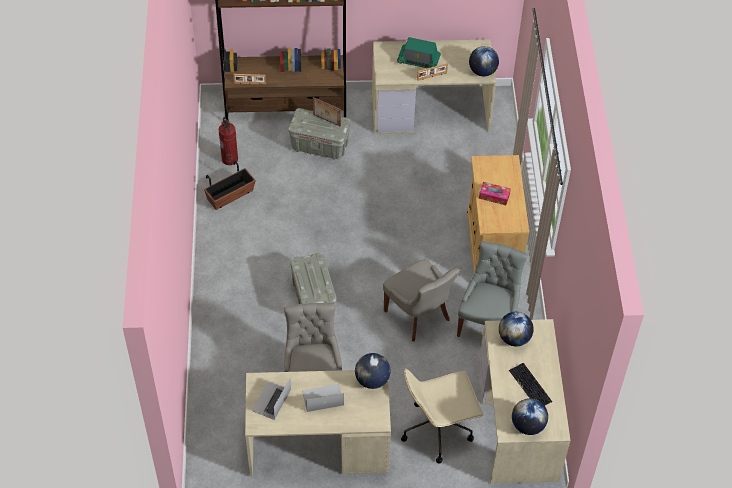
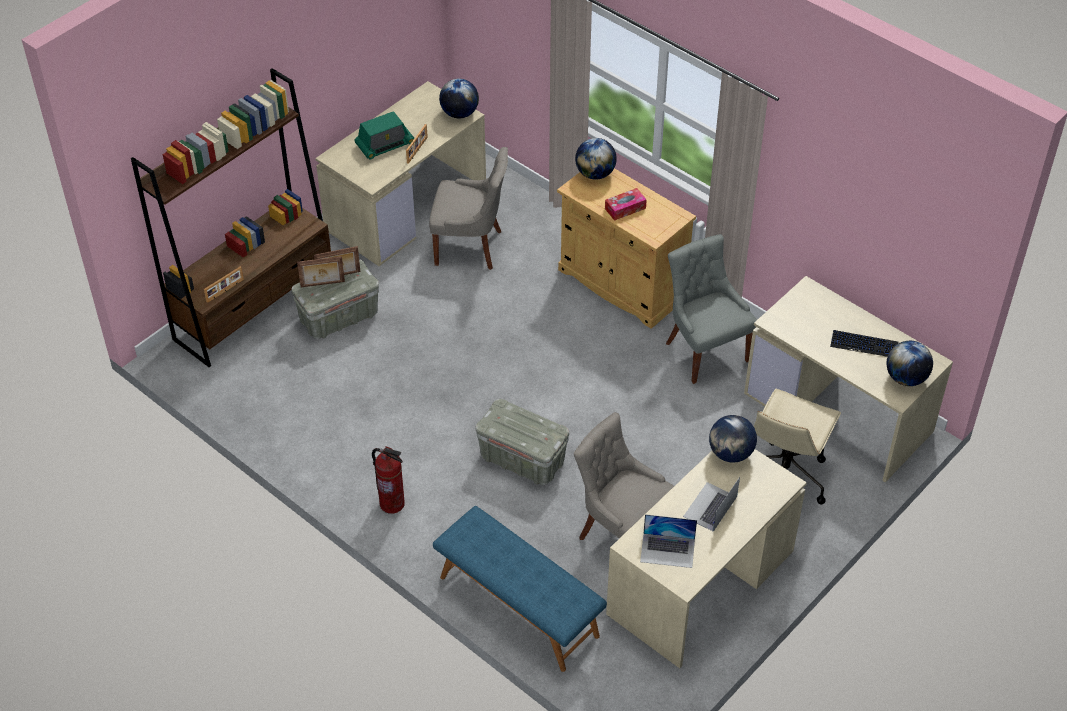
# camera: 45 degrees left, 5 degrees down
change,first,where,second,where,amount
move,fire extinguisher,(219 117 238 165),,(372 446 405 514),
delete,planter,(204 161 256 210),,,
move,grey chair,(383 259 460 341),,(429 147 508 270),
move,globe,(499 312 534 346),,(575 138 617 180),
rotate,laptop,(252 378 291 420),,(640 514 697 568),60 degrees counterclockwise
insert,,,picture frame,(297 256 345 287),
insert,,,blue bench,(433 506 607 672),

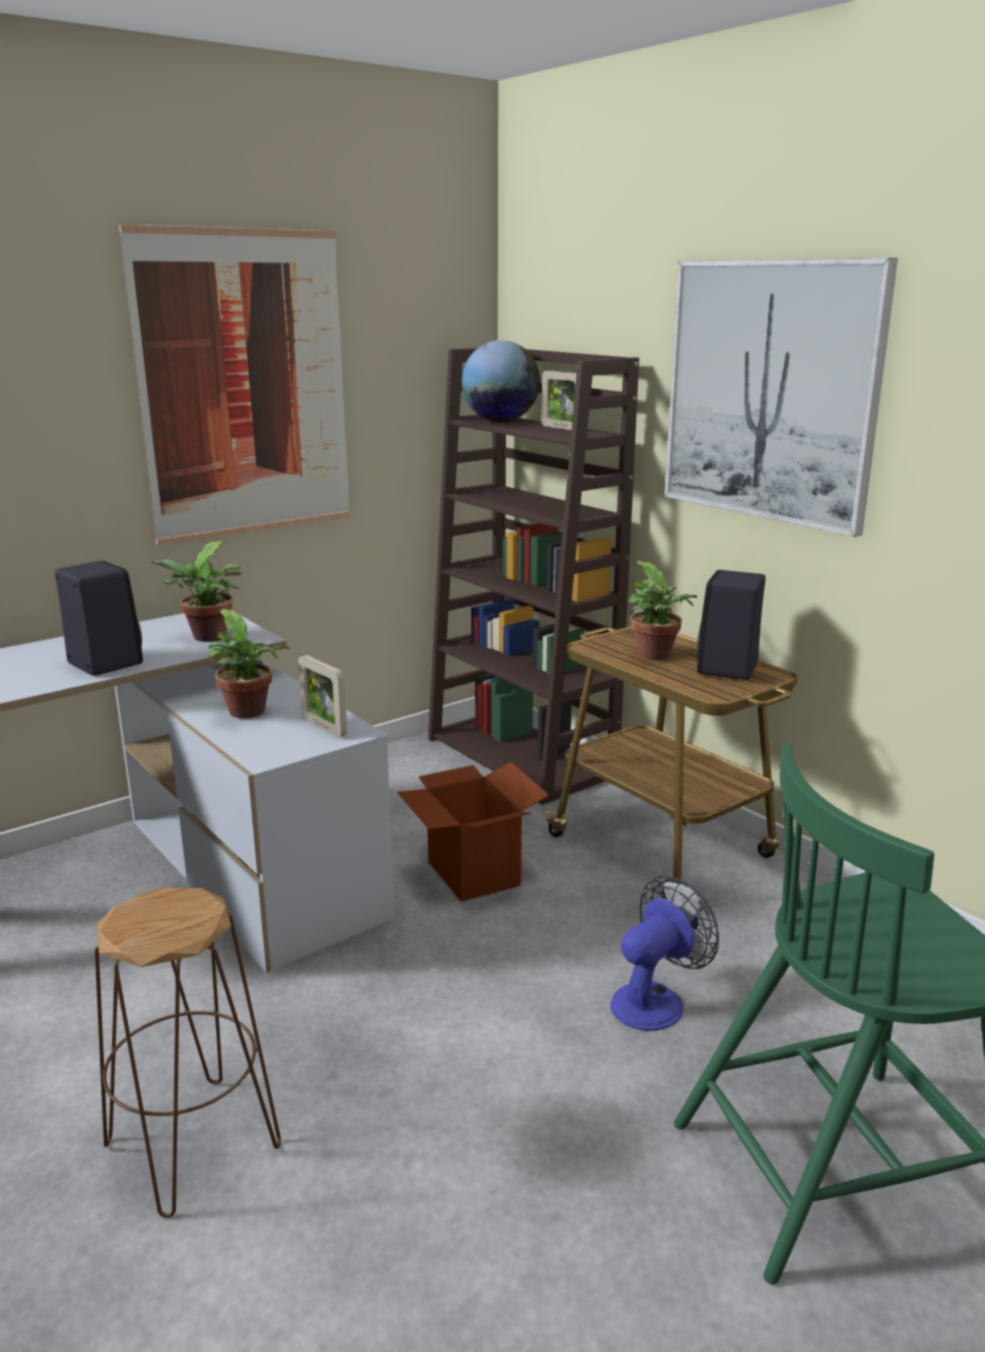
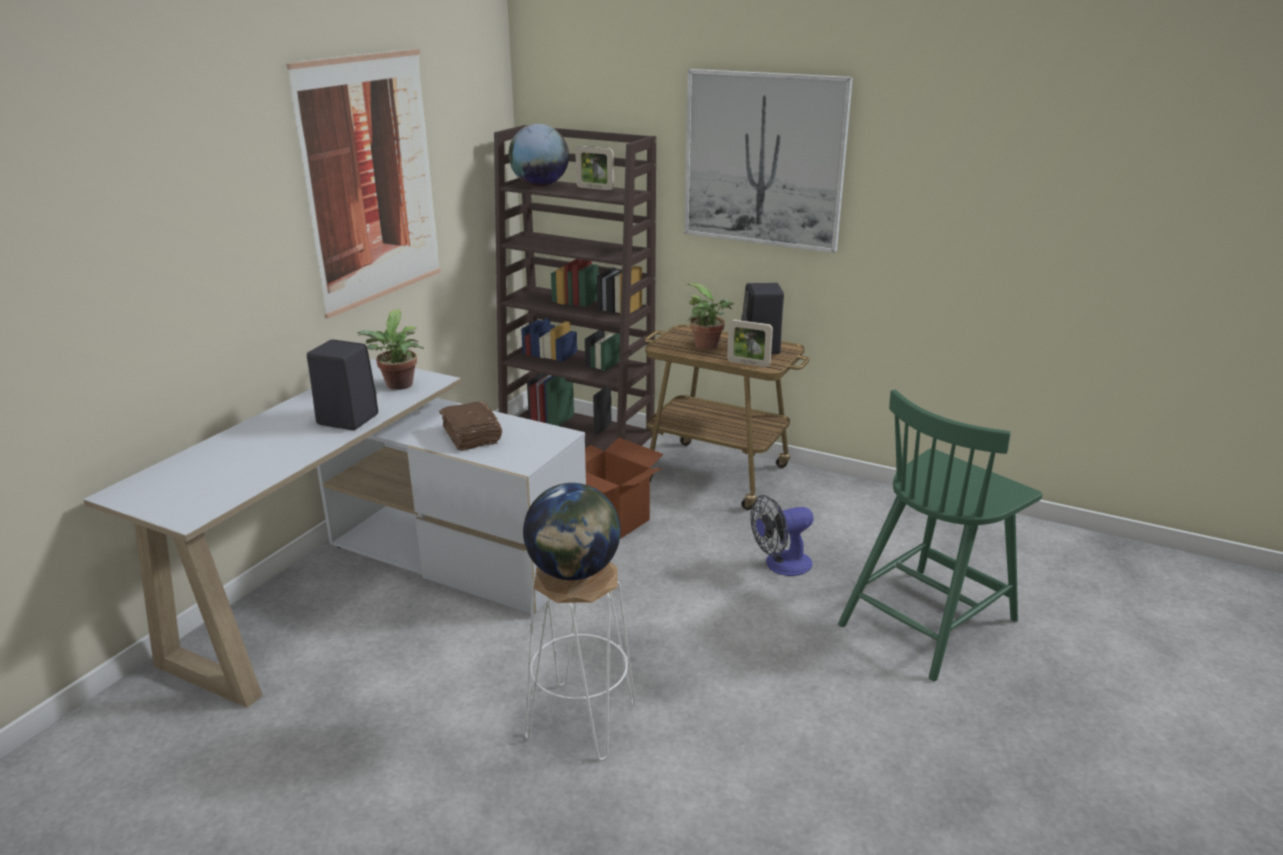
# camera: 25 degrees left, 5 degrees up
change,first,where,second,where,amount
replace,potted plant,(208 609 291 718),brown book,(439 401 502 451),
move,picture frame,(298 655 347 737),,(727 319 773 367),
rotate,fan,(610 876 719 1031),,(750 495 813 576),135 degrees counterclockwise
recolor,brown stool,(95 888 281 1218),white stool,(525 562 636 761),
insert,,,globe,(523 483 621 580),

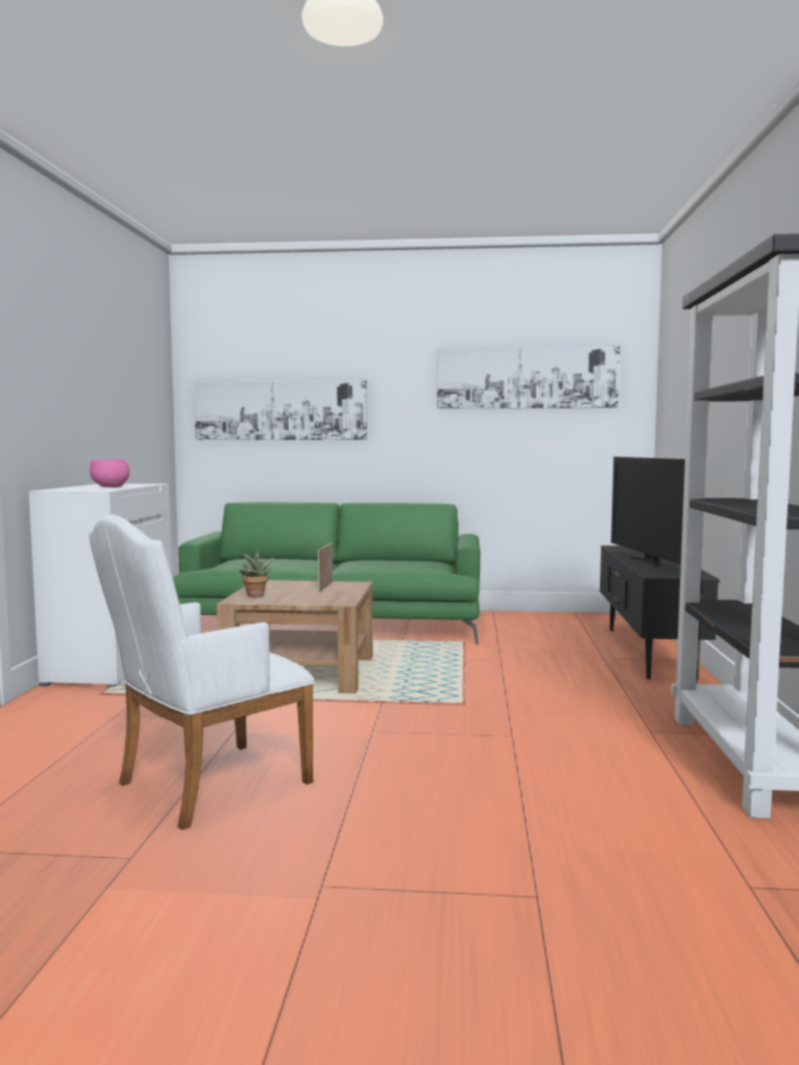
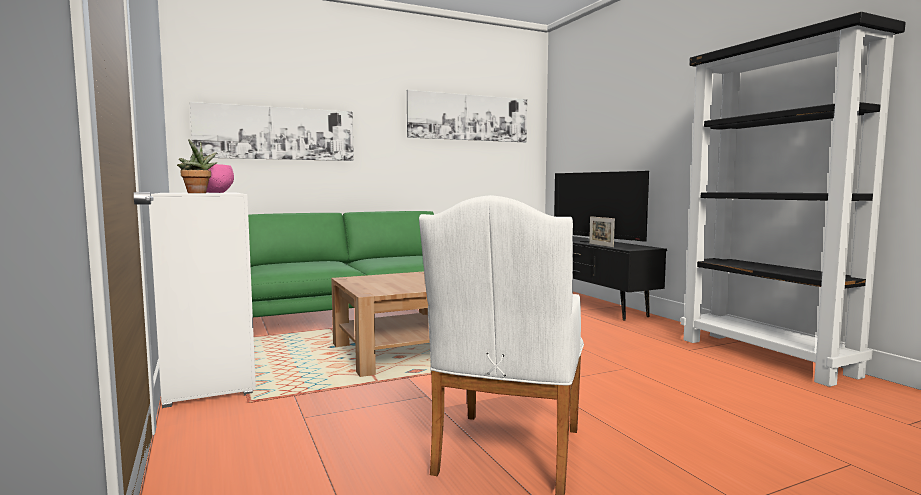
# camera: 30 degrees left, 0 degrees up
change,first,where,second,where,amount
move,picture frame,(318 543 333 592),,(589 216 615 247),
move,potted plant,(239 550 275 597),,(177 139 217 193),

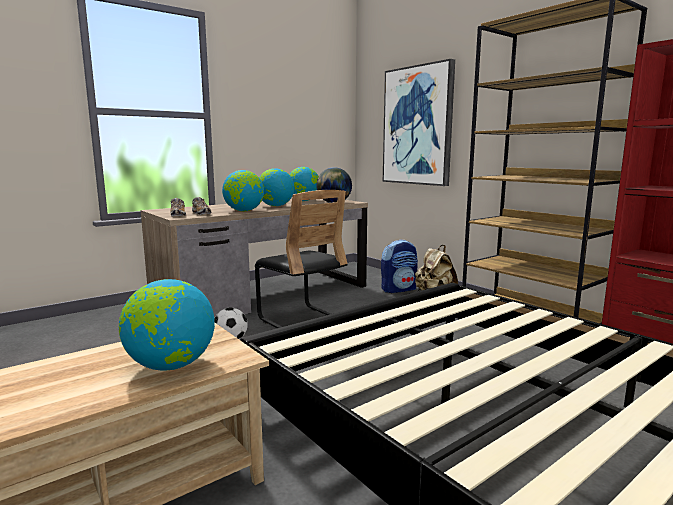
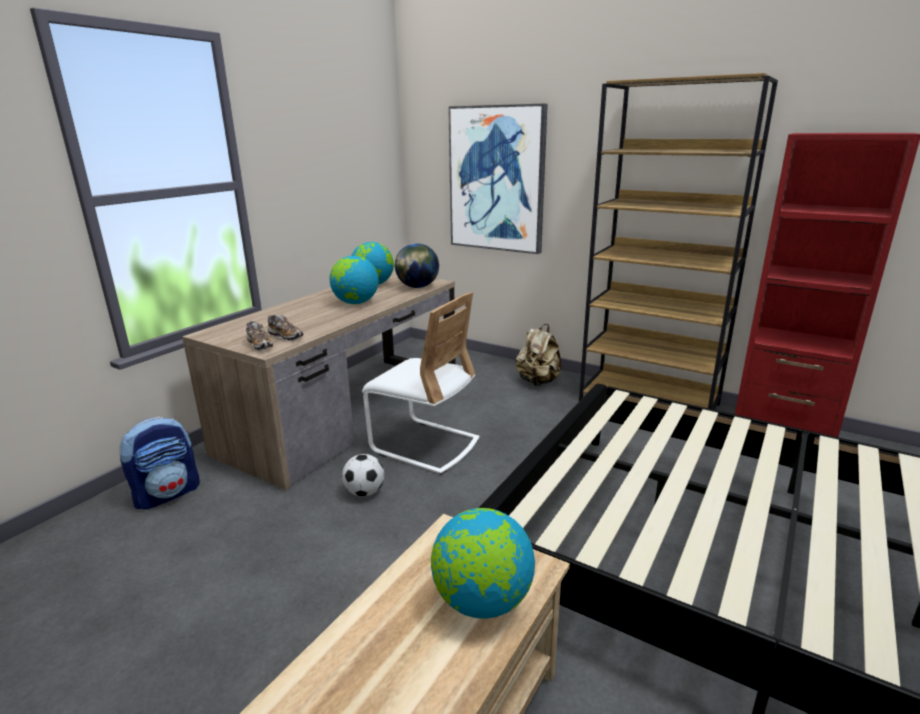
# camera: 20 degrees left, 10 degrees up
change,first,where,second,where,amount
delete,globe,(222 170 264 211),,,
recolor,black chair,(255 190 347 328),white chair,(362 292 480 475),
move,backpack,(381 240 418 293),,(120 417 200 510),

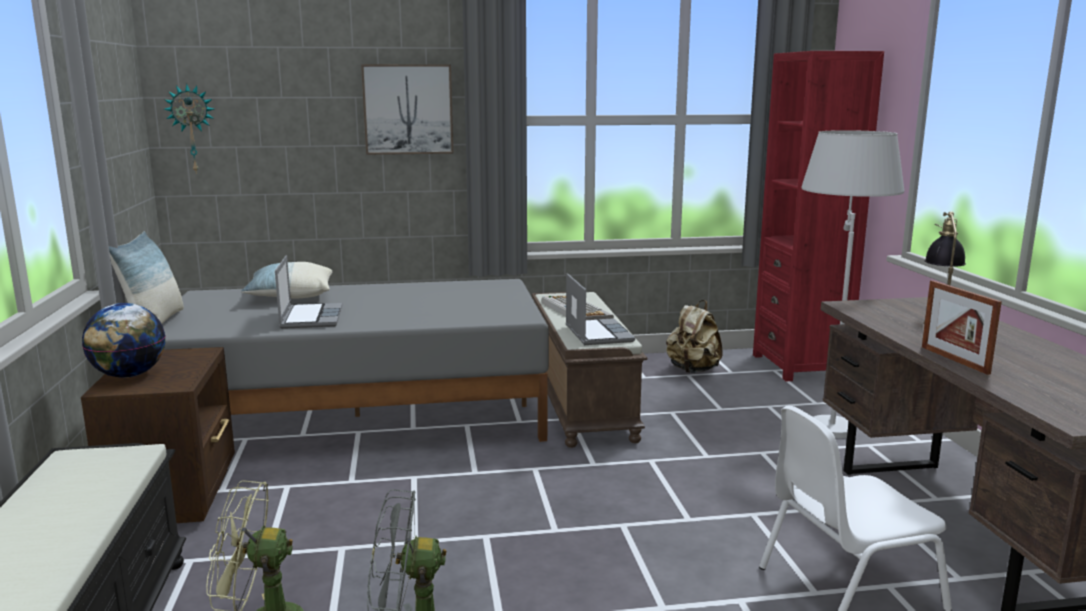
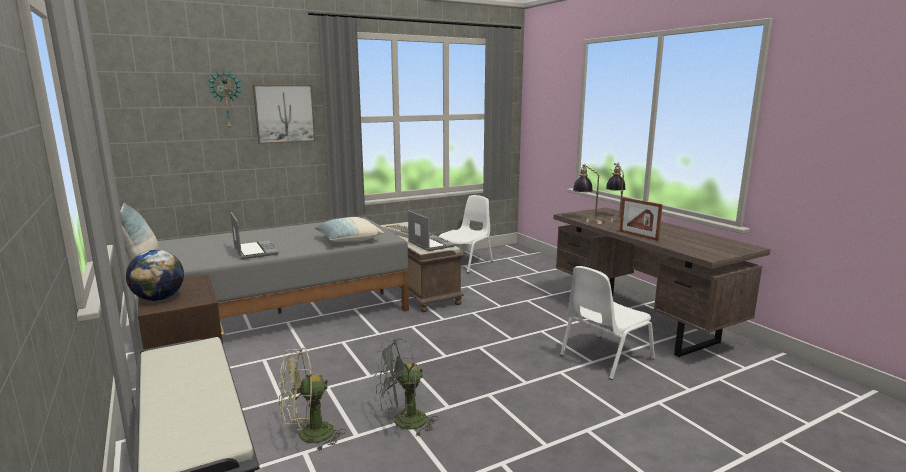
# camera: 20 degrees left, 0 degrees up
change,first,where,second,where,amount
delete,red bookcase,(753 51 884 382),,,
move,wall clock,(164 84 214 174),,(208 69 242 129),
delete,white floor lamp,(802 130 904 438),,,
move,pillow,(241 262 332 298),,(314 217 384 242),
replace,beige backpack,(666 300 723 373),white chair,(439 195 493 273),
insert,,,table lamp,(573 164 605 224),

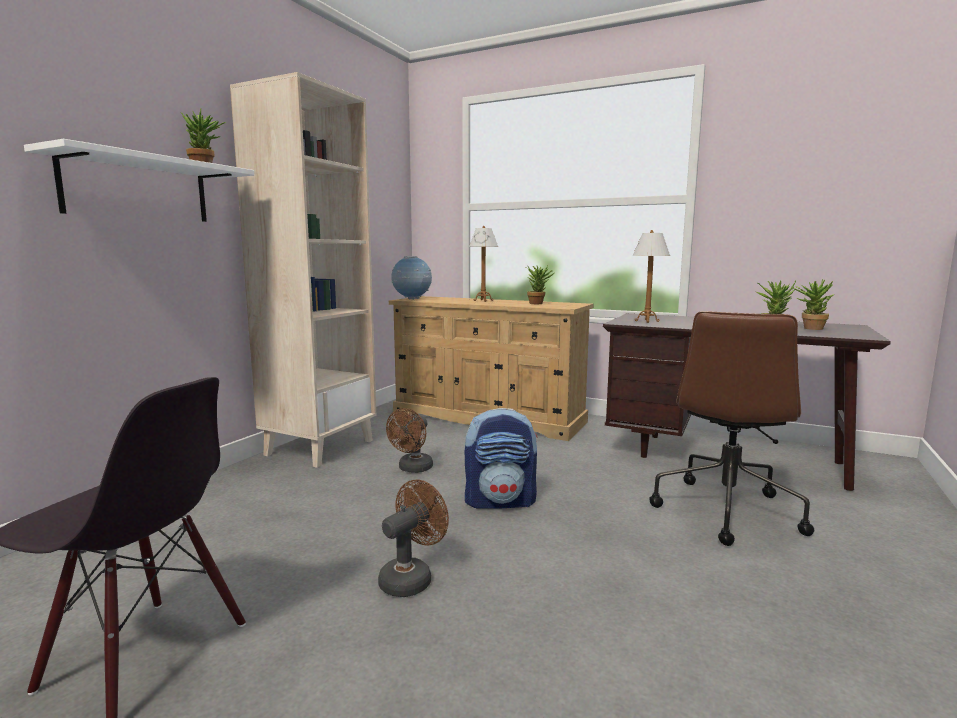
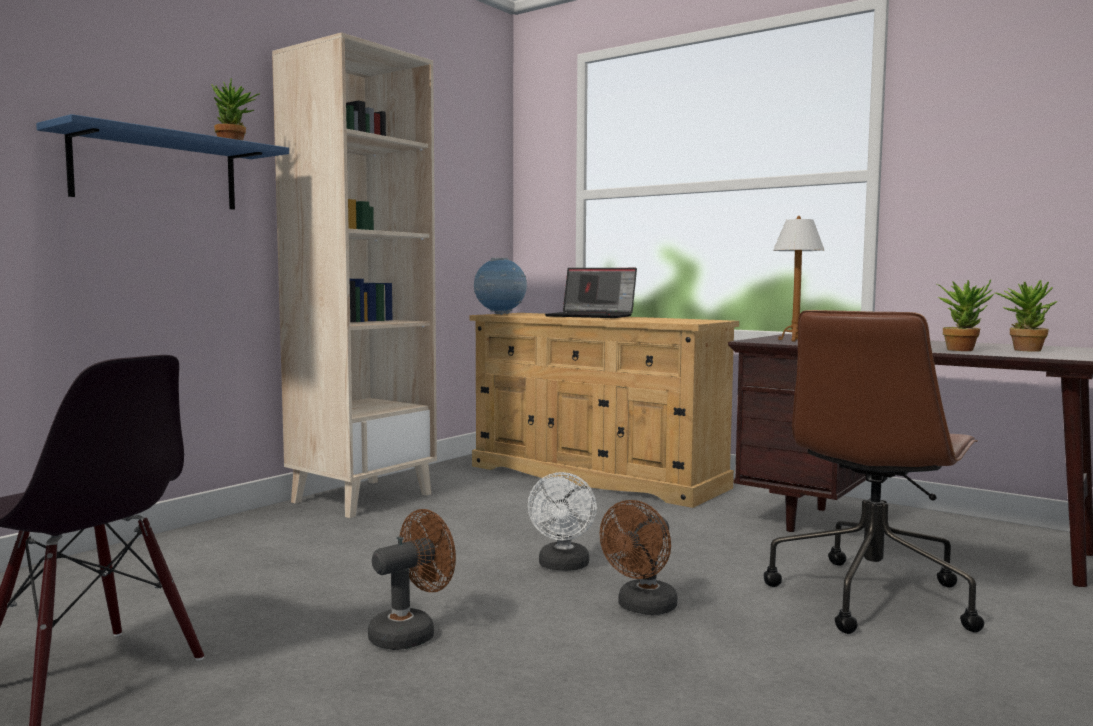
# camera: 10 degrees right, 5 degrees down
change,first,where,second,where,amount
recolor,white shelf,(24 139 254 222),blue shelf,(36 114 289 210),
replace,table lamp,(469 226 498 302),laptop,(545 268 637 318),
delete,potted plant,(526 265 554 304),,,
move,brown fan,(386 408 433 473),,(600 500 678 615),
replace,backpack,(465 408 538 509),white fan,(528 472 597 571),

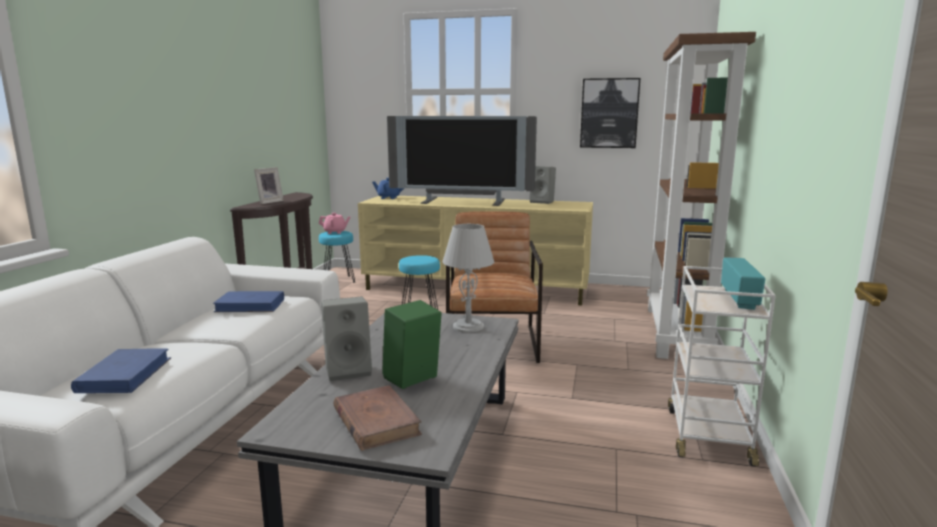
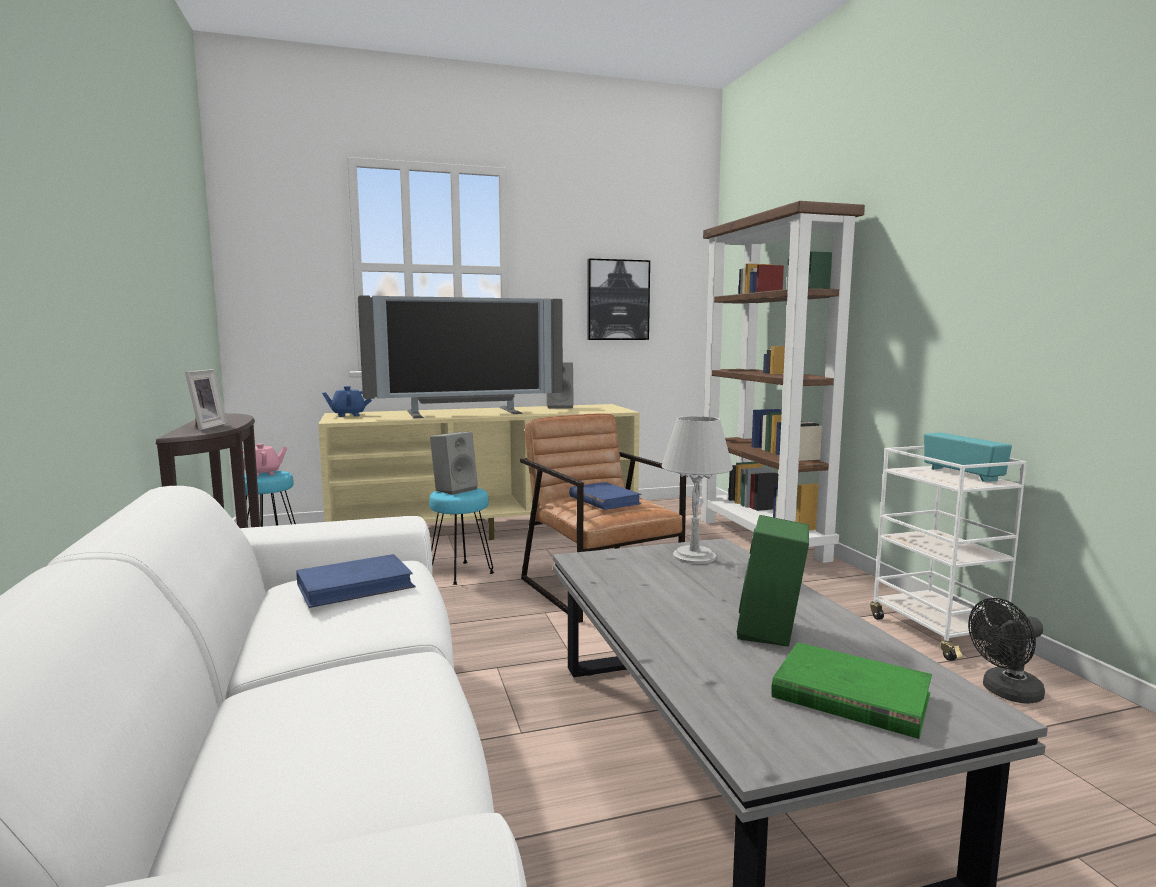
# camera: 30 degrees left, 5 degrees down
change,first,where,second,where,amount
move,grey speaker,(321 296 372 381),,(430 432 478 495),
move,blue book,(71 348 171 393),,(569 482 641 510),
recolor,brown book,(334 386 422 451),green book,(771 642 932 739),
insert,,,black fan,(968 598 1045 704),

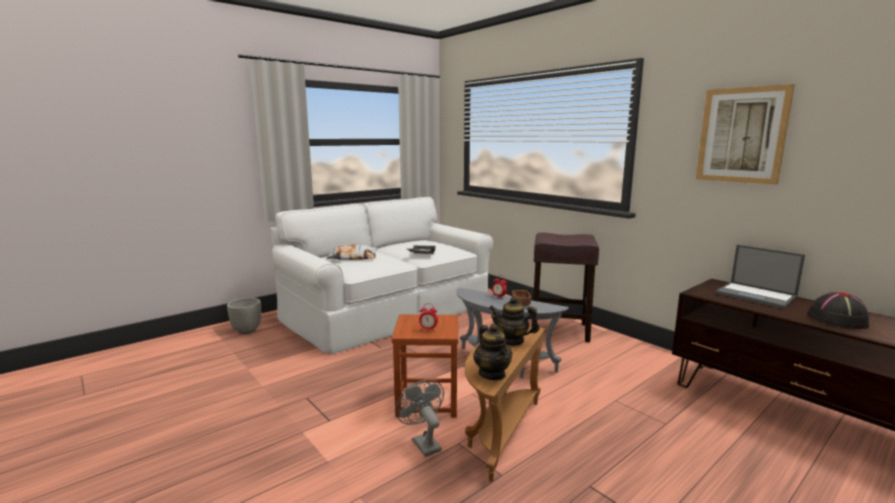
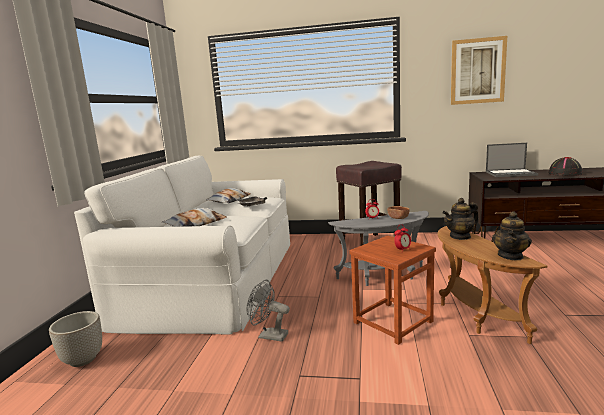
# camera: 40 degrees left, 0 degrees up
change,first,where,second,where,amount
rotate,teapot,(473 324 512 380),,(492 211 532 260),90 degrees clockwise
move,grey fan,(395 379 444 457),,(247 280 290 342),
insert,,,pillow,(206 188 251 203),

